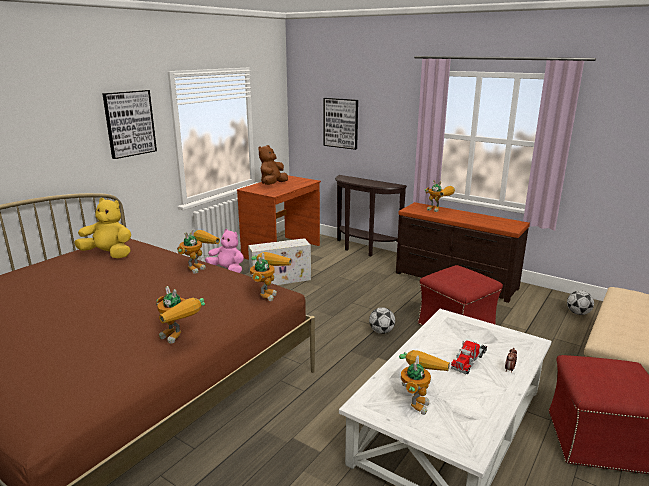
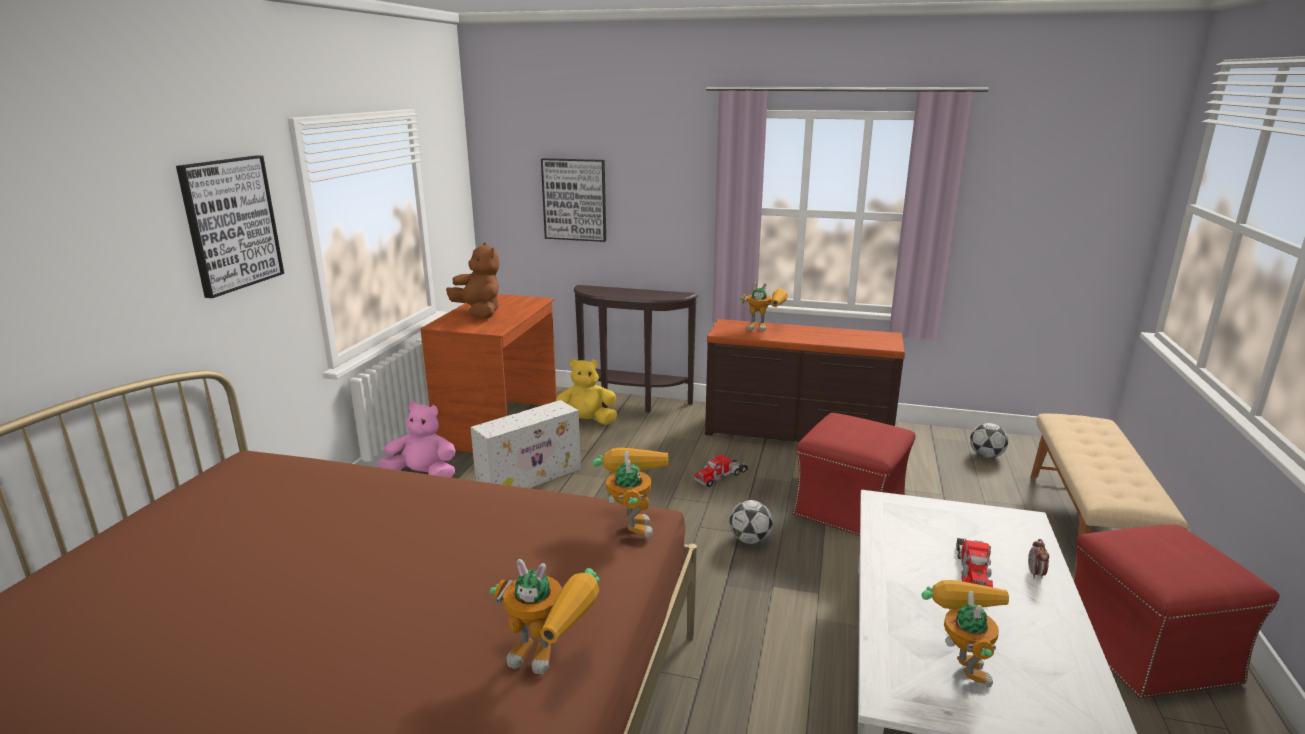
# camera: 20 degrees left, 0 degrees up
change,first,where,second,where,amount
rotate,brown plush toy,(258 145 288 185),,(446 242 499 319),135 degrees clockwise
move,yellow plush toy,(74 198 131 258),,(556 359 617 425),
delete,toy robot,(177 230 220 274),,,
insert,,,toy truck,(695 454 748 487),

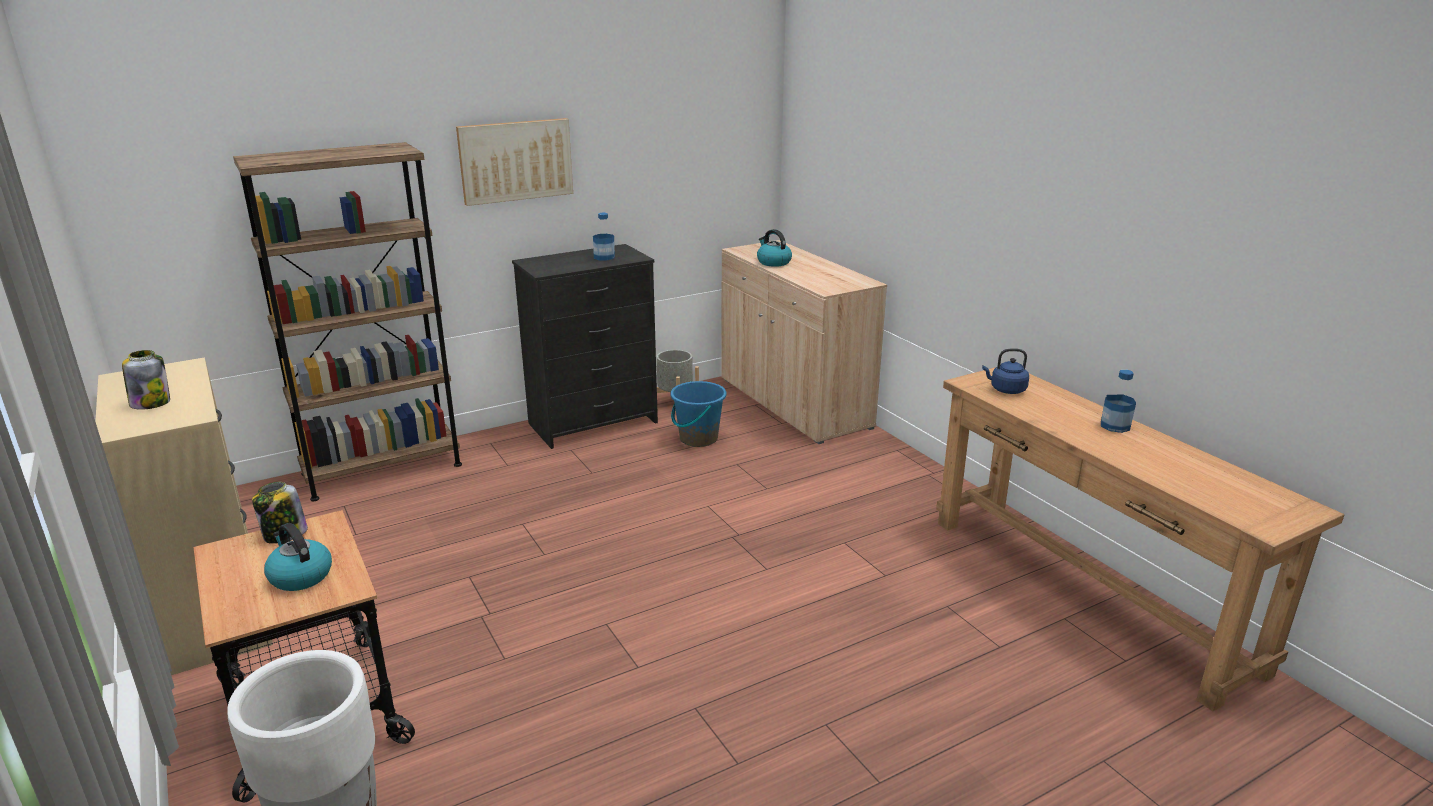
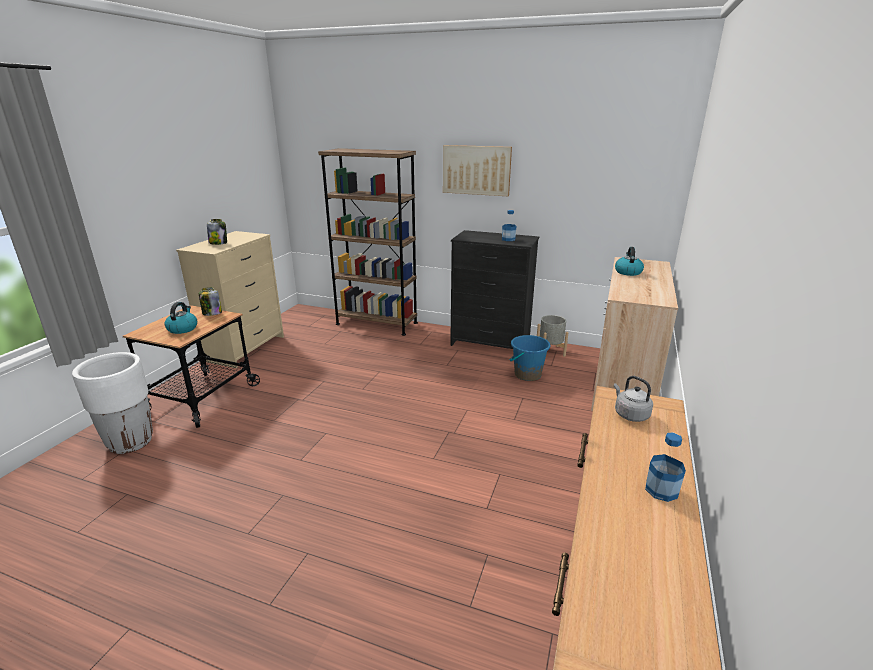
# camera: 50 degrees right, 0 degrees up
change,first,where,second,where,amount
recolor,blue kettle,(982 349 1029 394),grey kettle,(614 376 653 422),

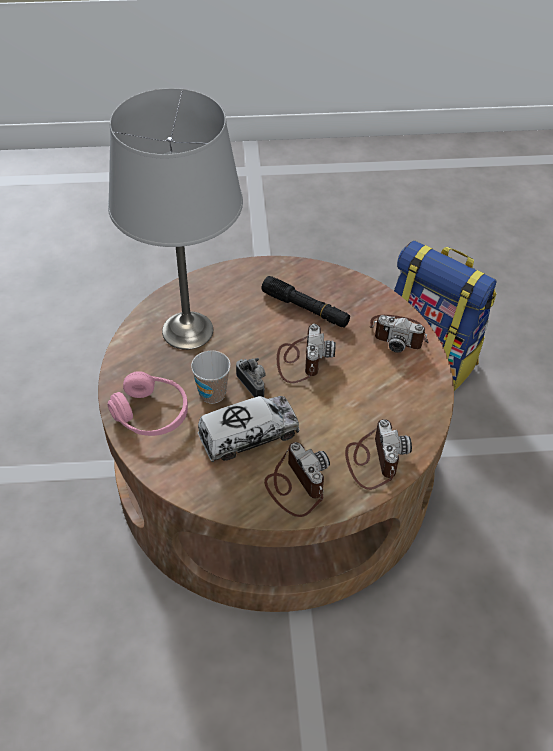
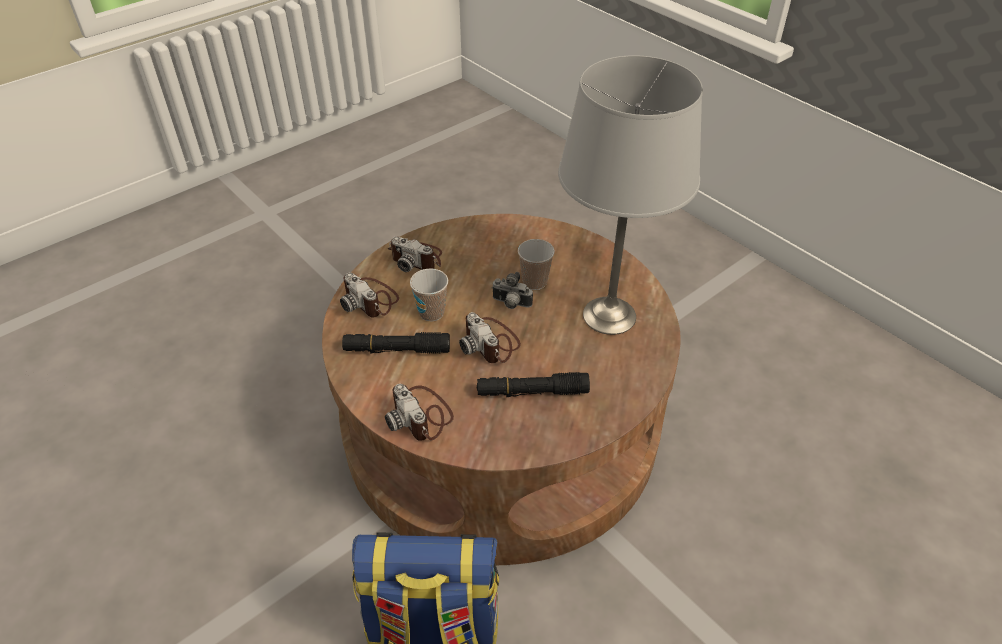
# camera: 145 degrees right, 5 degrees down
change,first,where,second,where,amount
rotate,photo camera,(370 315 429 353),,(385 384 454 441),105 degrees counterclockwise
delete,pink headphones,(107 371 188 436),,,
delete,toy truck,(198 396 300 462),,,
insert,,,cup,(410 269 448 321),
insert,,,black flashlight,(342 332 450 354),

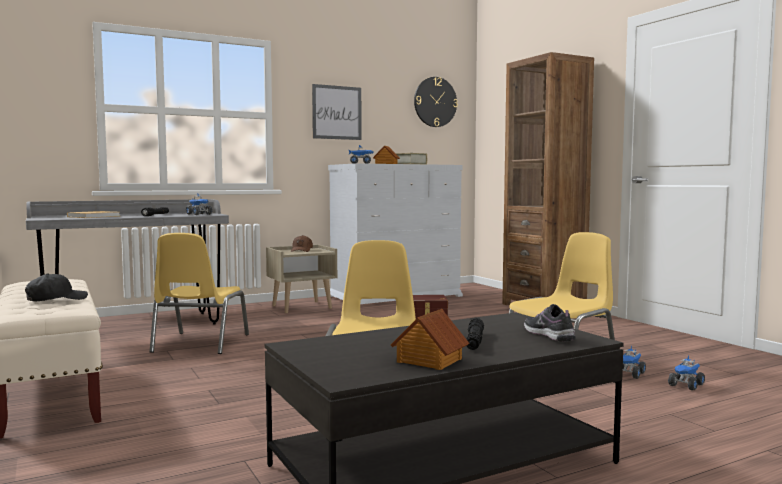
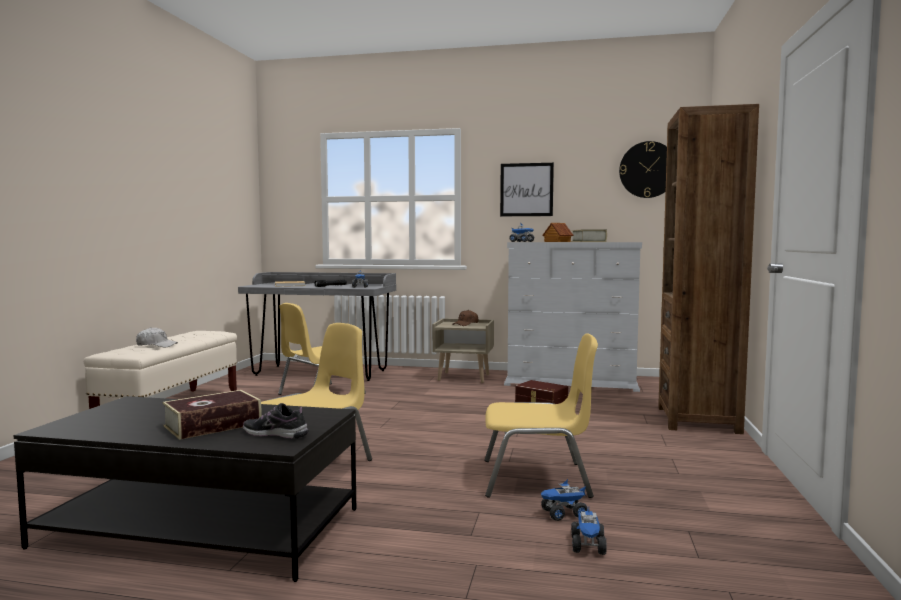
# camera: 40 degrees right, 0 degrees up
change,first,where,second,where,amount
recolor,black cap,(25 273 88 301),white cap,(136 327 178 347),
rotate,shoe,(524 304 576 342),,(243 403 309 439),90 degrees counterclockwise
delete,toy house,(391 309 469 370),,,
replace,black flashlight,(467 318 484 350),book,(163 390 262 440),
rotate,toy truck,(668 355 705 390),,(571 507 607 555),75 degrees counterclockwise

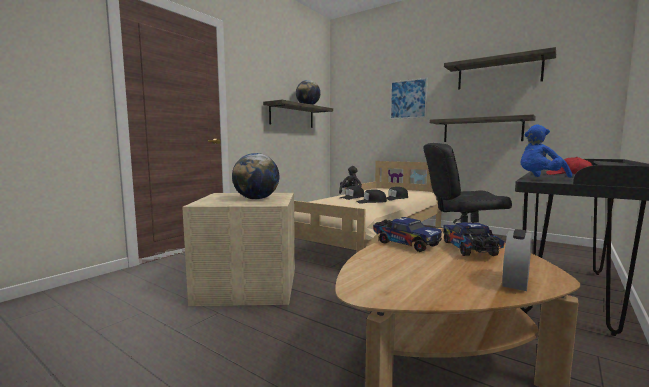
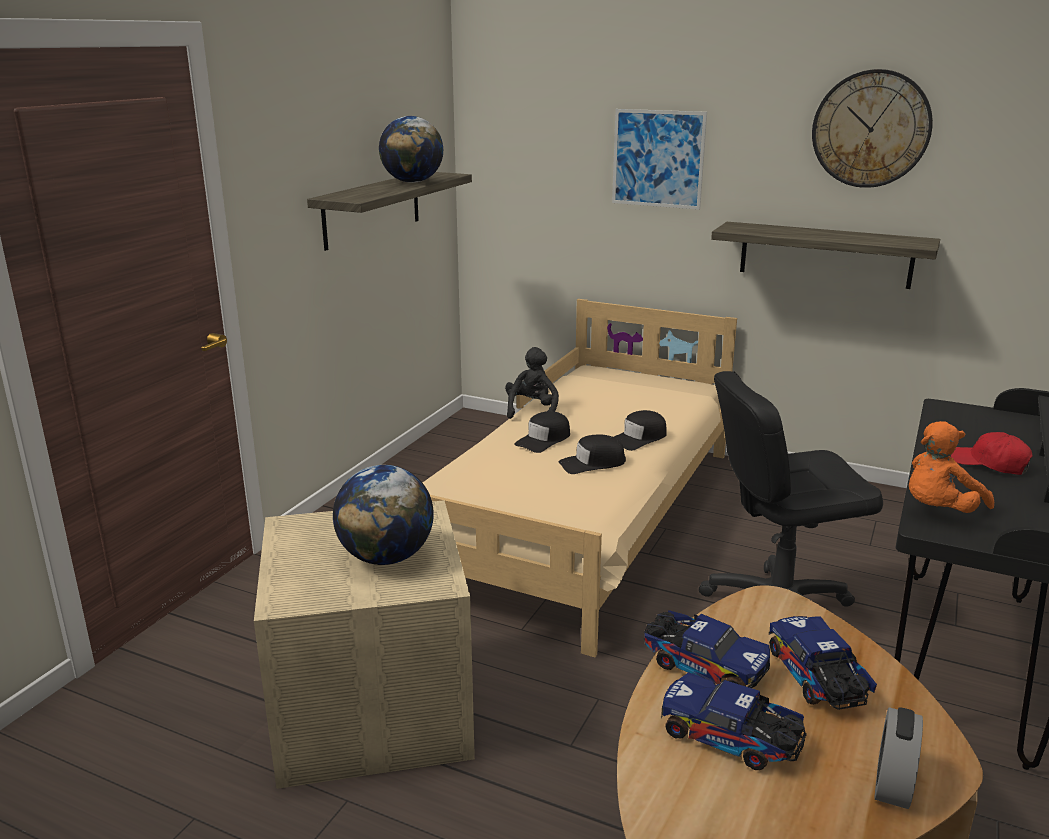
# camera: 10 degrees left, 15 degrees up
change,first,where,second,where,amount
replace,shelf,(444 47 556 90),wall clock,(812 69 933 188),
recolor,blue plush toy,(520 125 572 178),orange plush toy,(909 421 994 513),
insert,,,toy truck,(661 672 807 770),

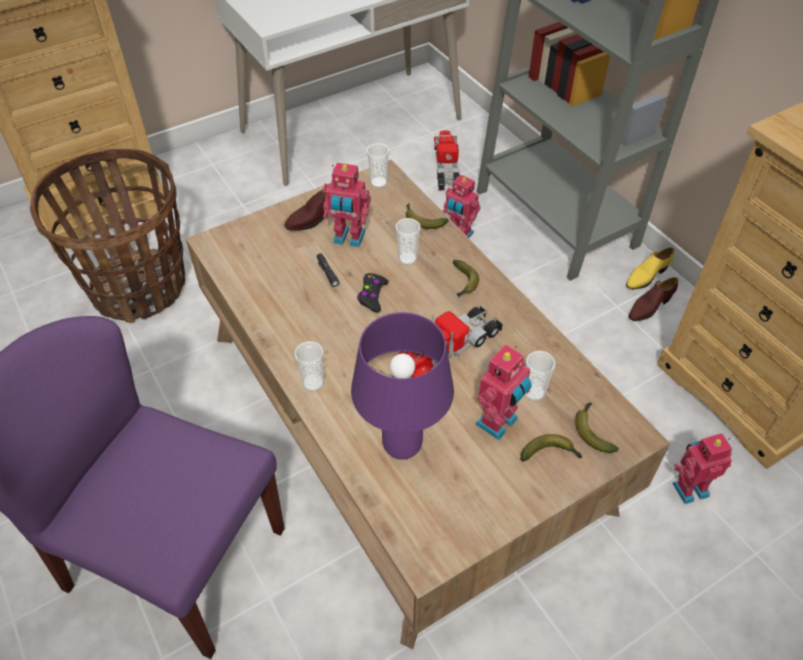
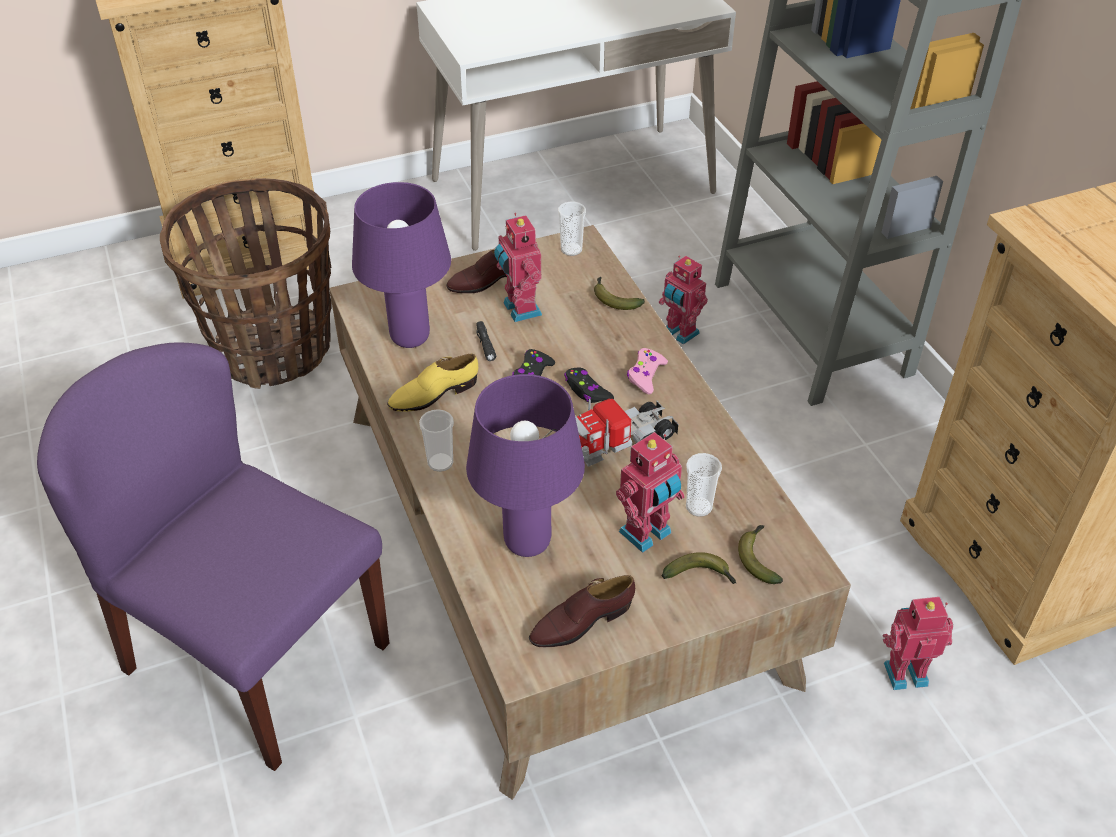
# camera: 10 degrees right, 5 degrees down
change,first,where,second,where,amount
delete,toy truck,(434 130 459 190),,,
rotate,toy robot,(323 163 371 247),,(494 213 542 322),45 degrees clockwise
delete,cup,(395 218 421 265),,,
move,yellow shoe,(626 248 674 290),,(387 354 478 412),
replace,banana,(453 260 479 297),pink game controller,(627 348 668 394),
move,brown shoe,(629 277 678 321),,(529 575 635 647),
insert,,,purple table lamp,(352 182 451 348),
insert,,,black game controller,(564 367 614 403),

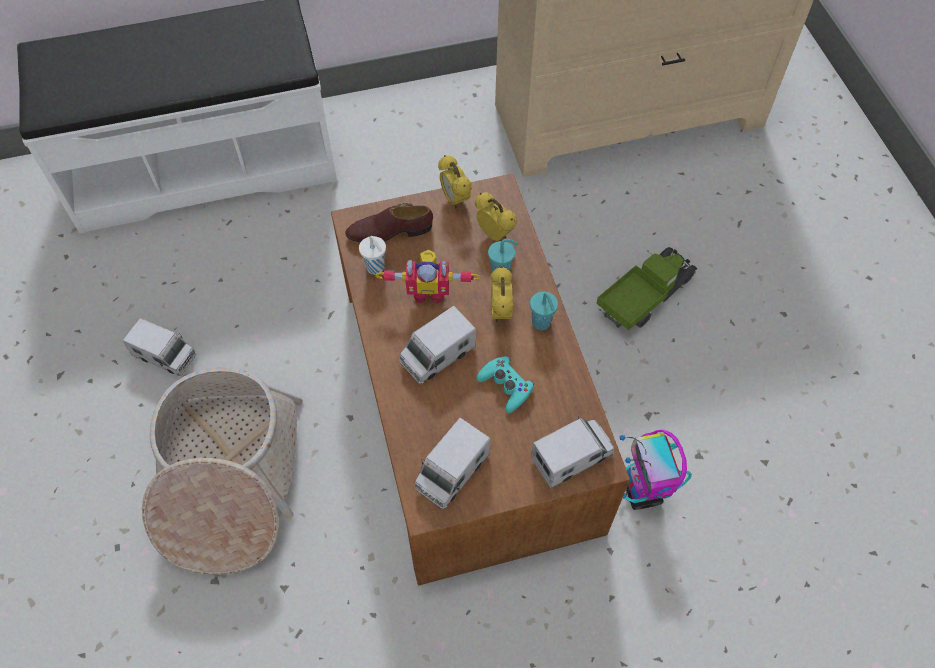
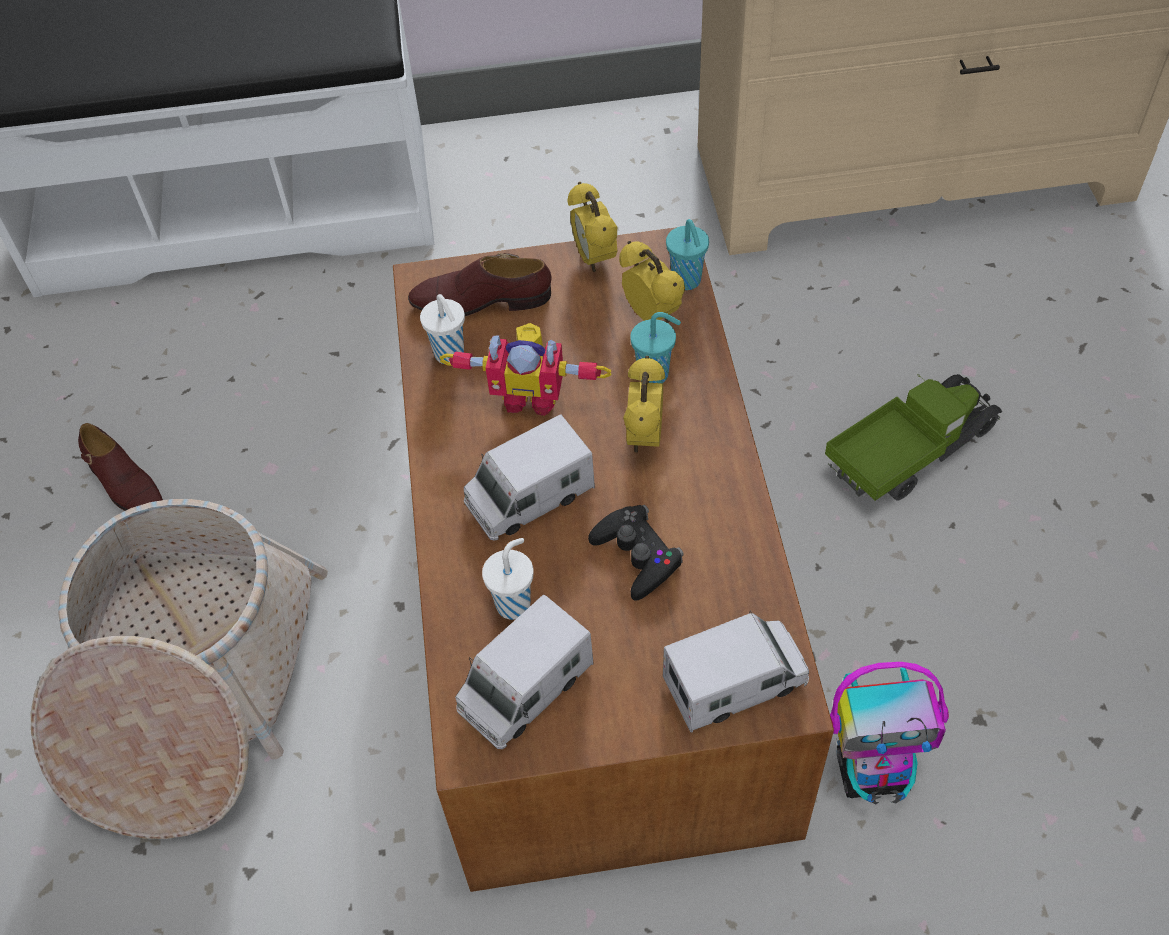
# camera: 10 degrees right, 5 degrees down
change,first,where,second,where,amount
move,turquoise cup,(530 292 558 330),,(666 219 709 290),
replace,toy truck,(123 318 196 376),brown shoe,(78 423 163 511),
recolor,turquoise game controller,(477 356 534 413),black game controller,(588 505 684 601),
rotate,toy robot,(620 430 692 510),,(830 662 949 804),90 degrees counterclockwise
insert,,,white cup,(482 538 533 620),

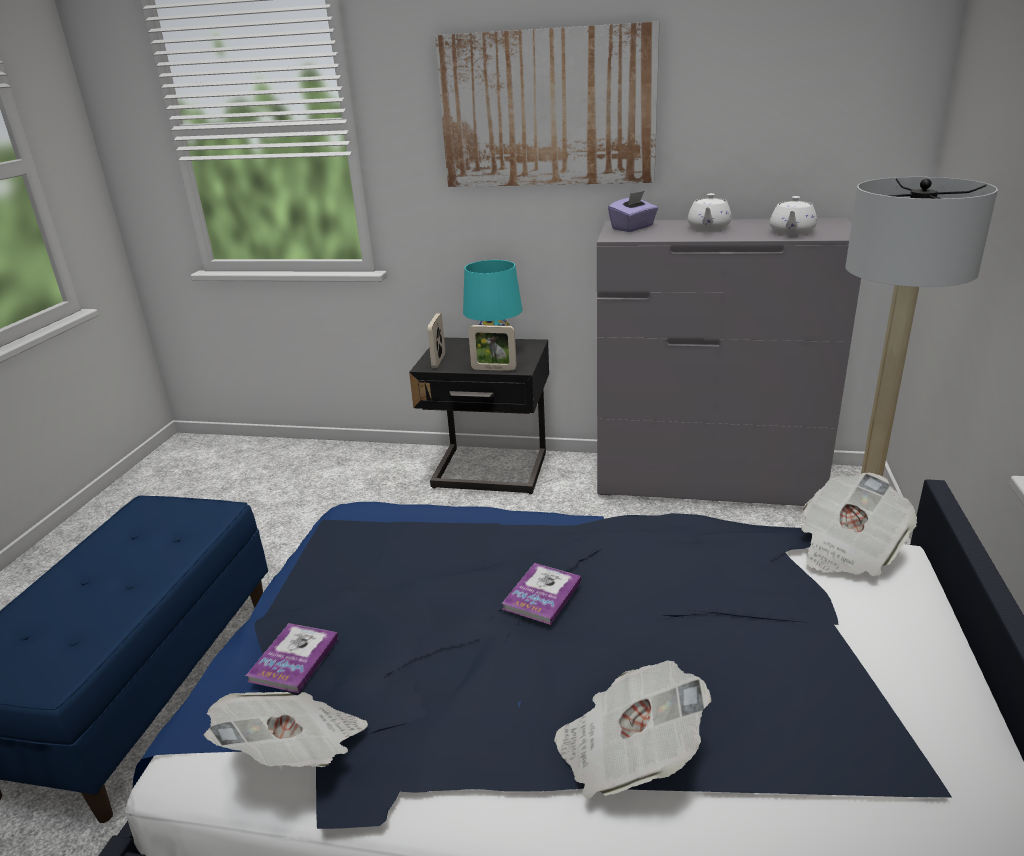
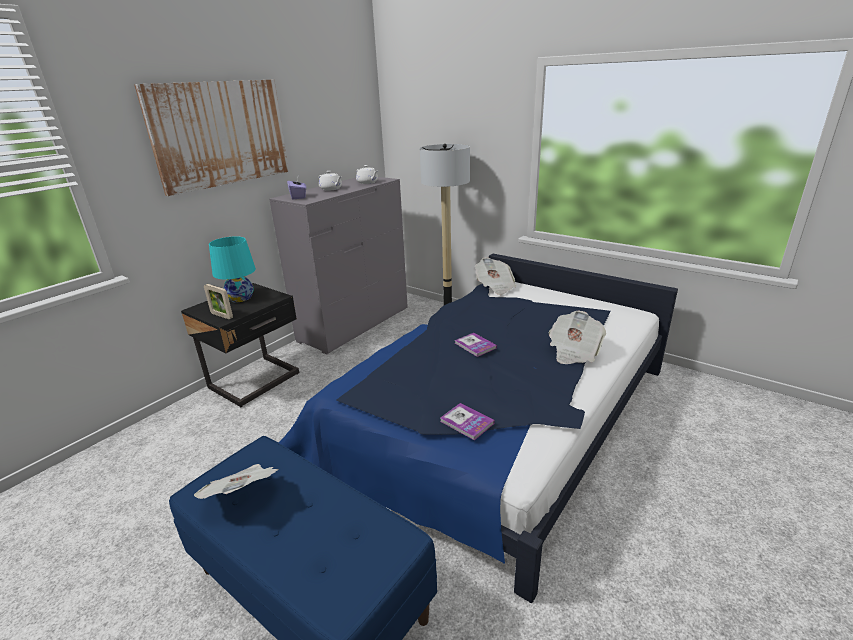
# camera: 65 degrees left, 0 degrees up
change,first,where,second,where,amount
delete,picture frame,(468 325 517 371),,,
move,newspaper,(203 692 368 767),,(194 464 279 499),

